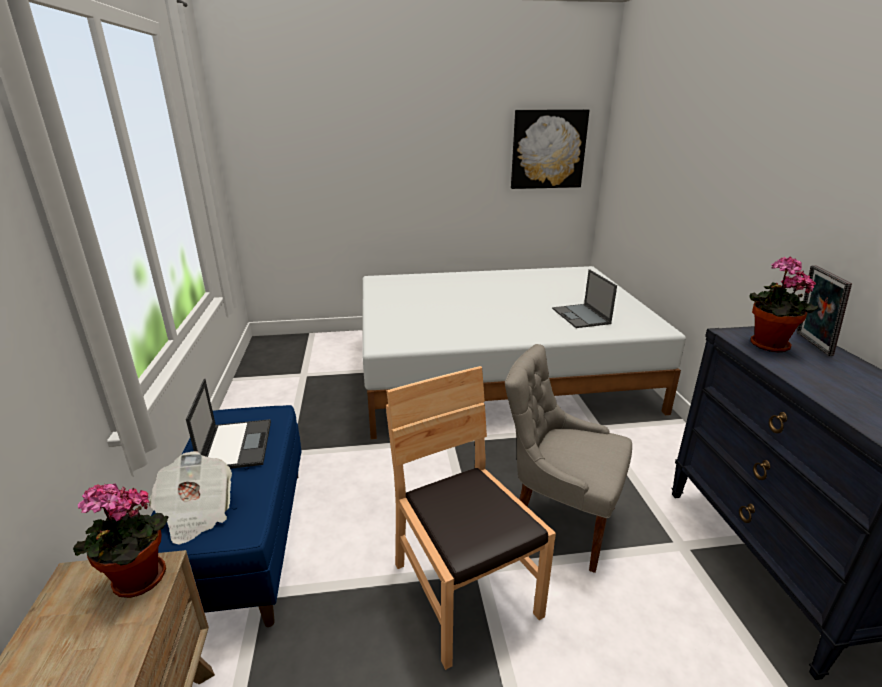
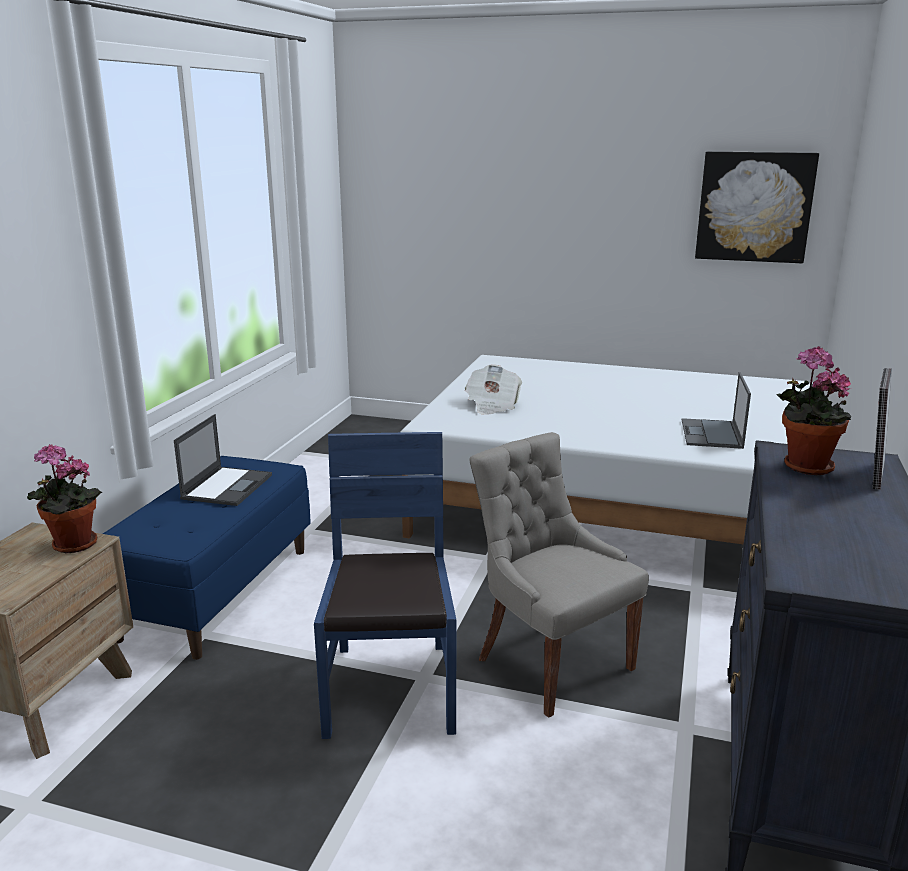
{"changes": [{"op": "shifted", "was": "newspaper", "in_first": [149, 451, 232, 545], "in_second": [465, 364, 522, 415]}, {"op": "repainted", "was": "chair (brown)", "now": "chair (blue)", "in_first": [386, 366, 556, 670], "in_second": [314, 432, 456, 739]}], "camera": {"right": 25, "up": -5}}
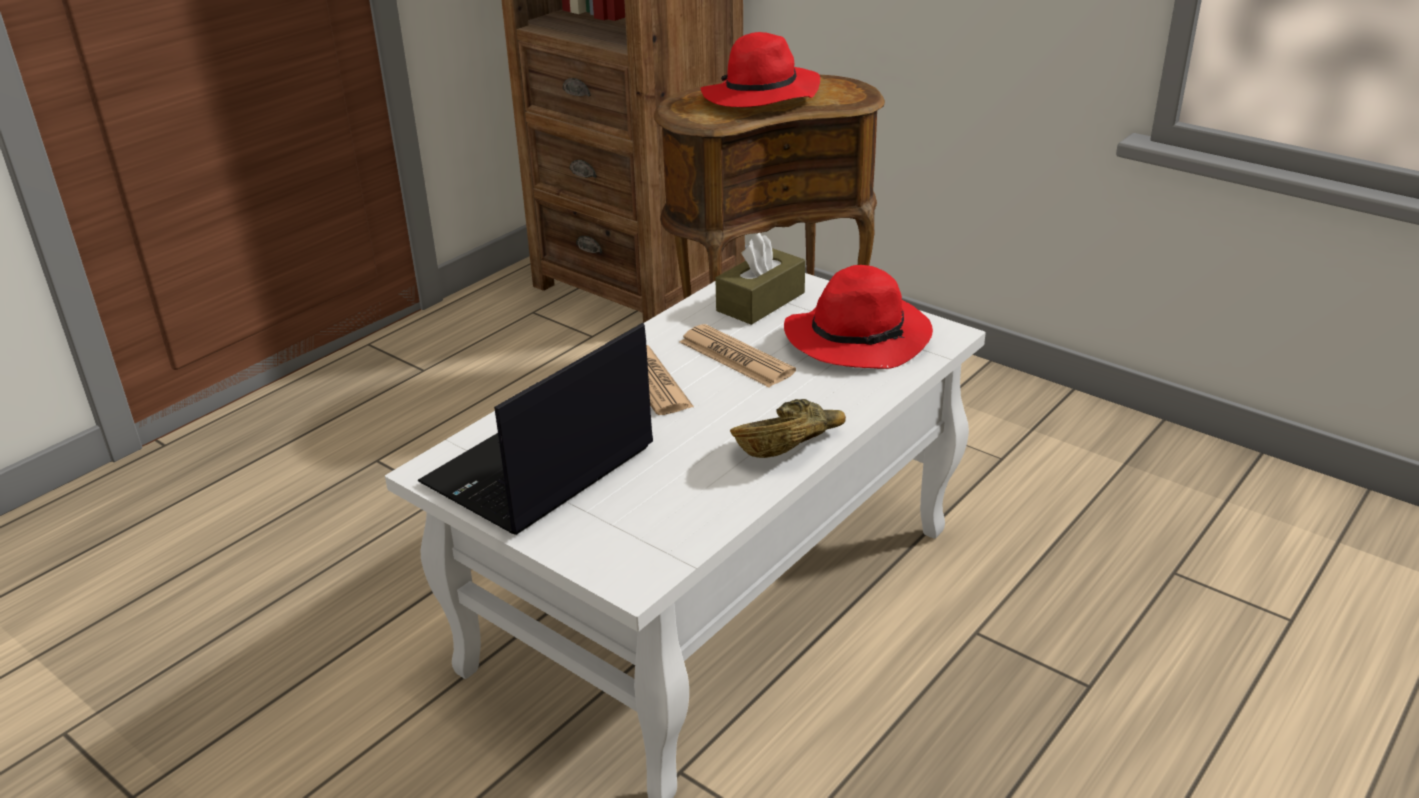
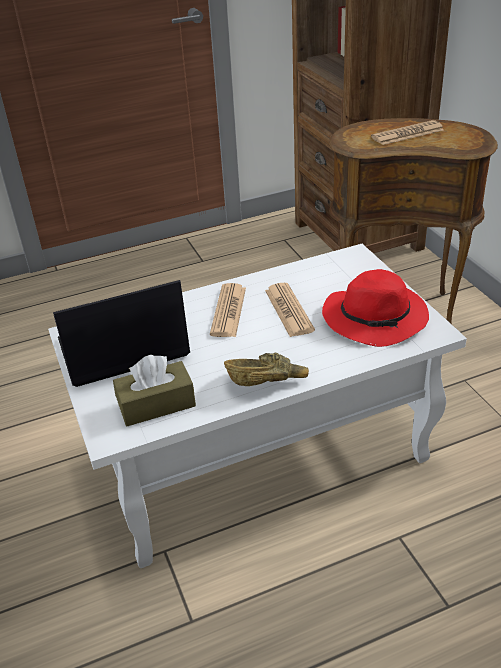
{"changes": [{"op": "shifted", "was": "tissue box (brown)", "in_first": [715, 232, 805, 325], "in_second": [113, 355, 196, 426]}, {"op": "swapped", "was": "hat (red)", "now": "newspaper", "in_first": [701, 32, 820, 107], "in_second": [371, 120, 444, 145]}], "camera": {"right": 30, "up": 5}}
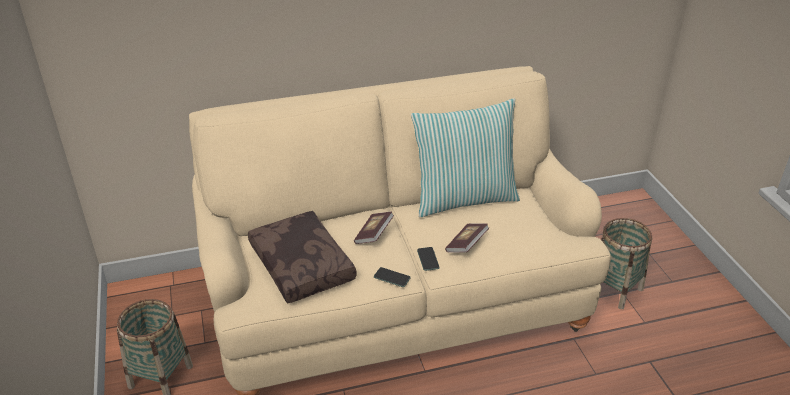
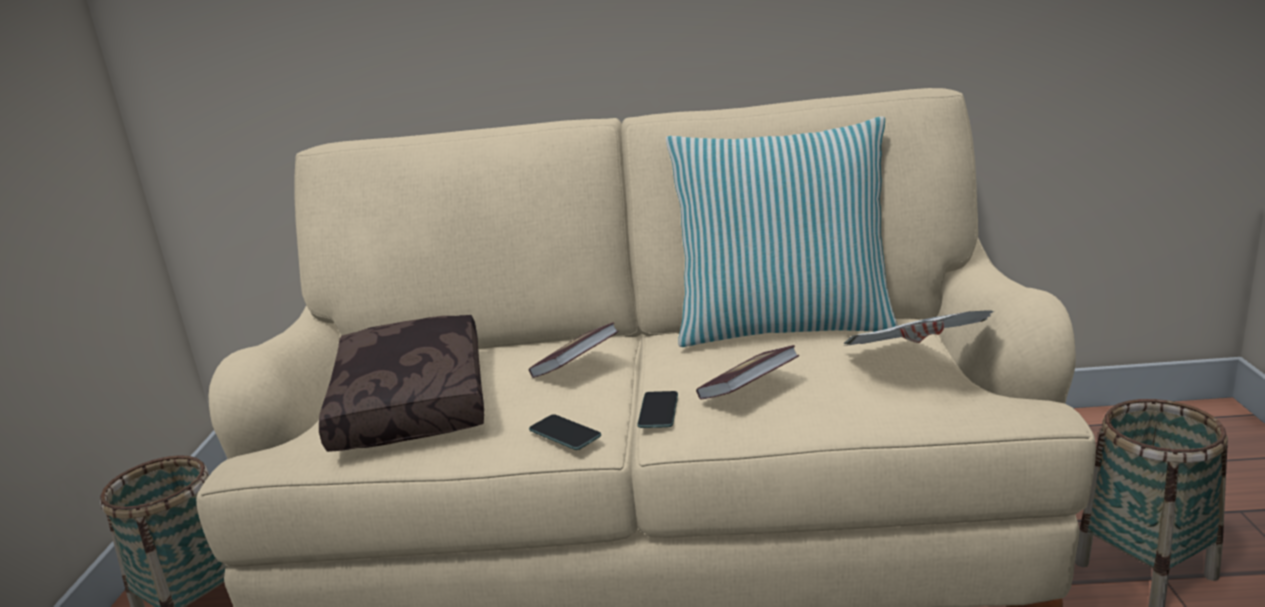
{"changes": [{"op": "new", "now": "newspaper", "in_second": [844, 311, 994, 345]}], "camera": {"right": 20, "up": -15}}
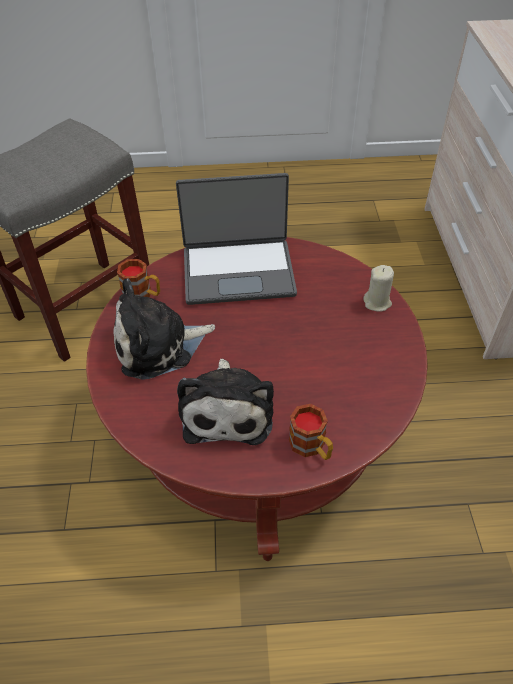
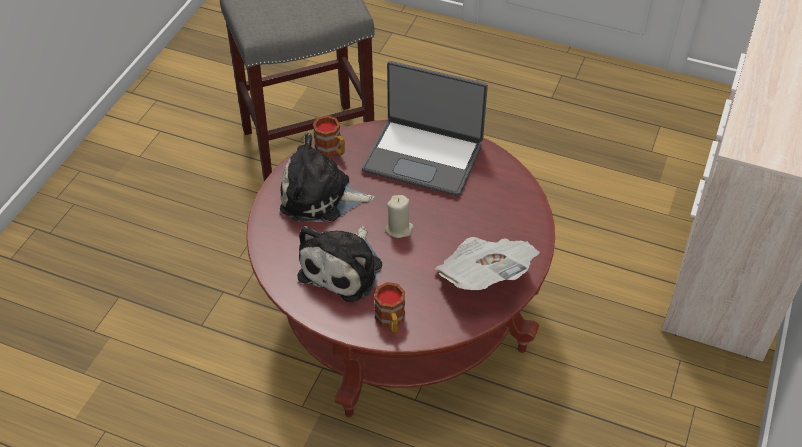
{"changes": [{"op": "new", "now": "newspaper", "in_second": [435, 237, 539, 290]}, {"op": "shifted", "was": "candle (beige)", "in_first": [363, 265, 394, 312], "in_second": [385, 195, 414, 238]}], "camera": {"right": 25, "up": 0}}
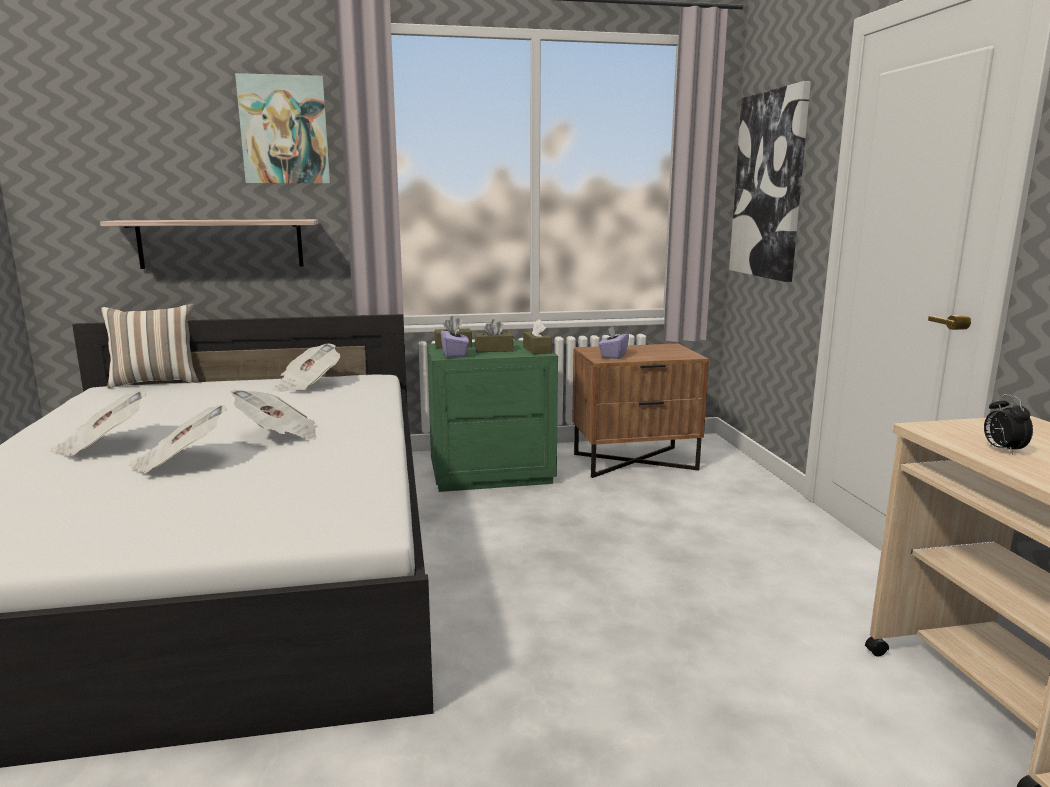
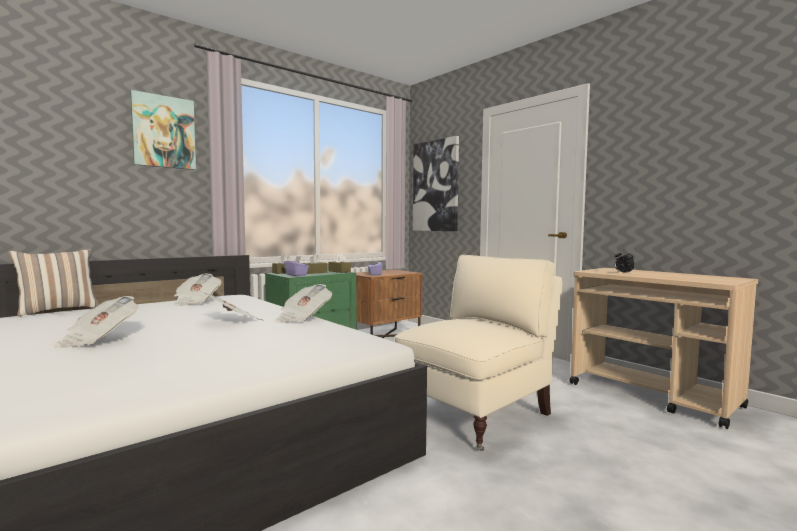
{"changes": [{"op": "gone", "was": "shelf", "in_first": [100, 219, 318, 269]}, {"op": "new", "now": "armchair (beige)", "in_second": [395, 255, 562, 451]}, {"op": "shifted", "was": "newspaper", "in_first": [129, 405, 227, 474], "in_second": [275, 284, 332, 323]}], "camera": {"right": -30, "up": -10}}
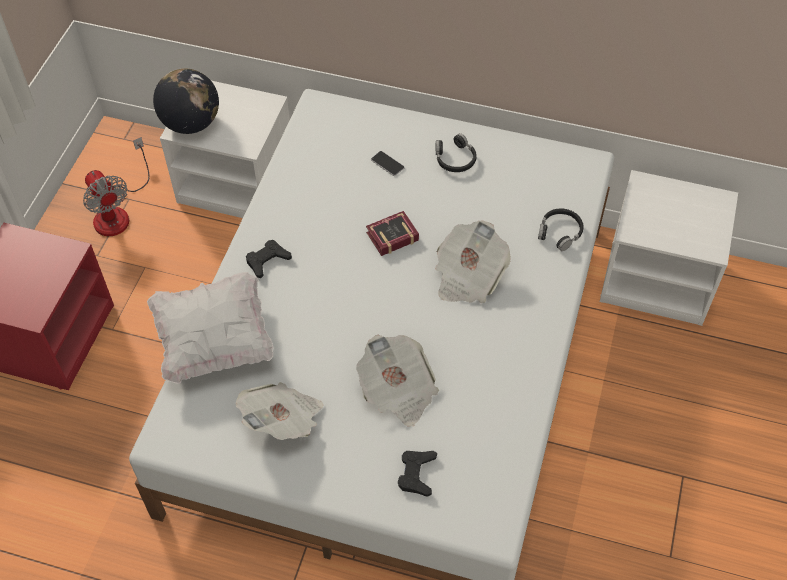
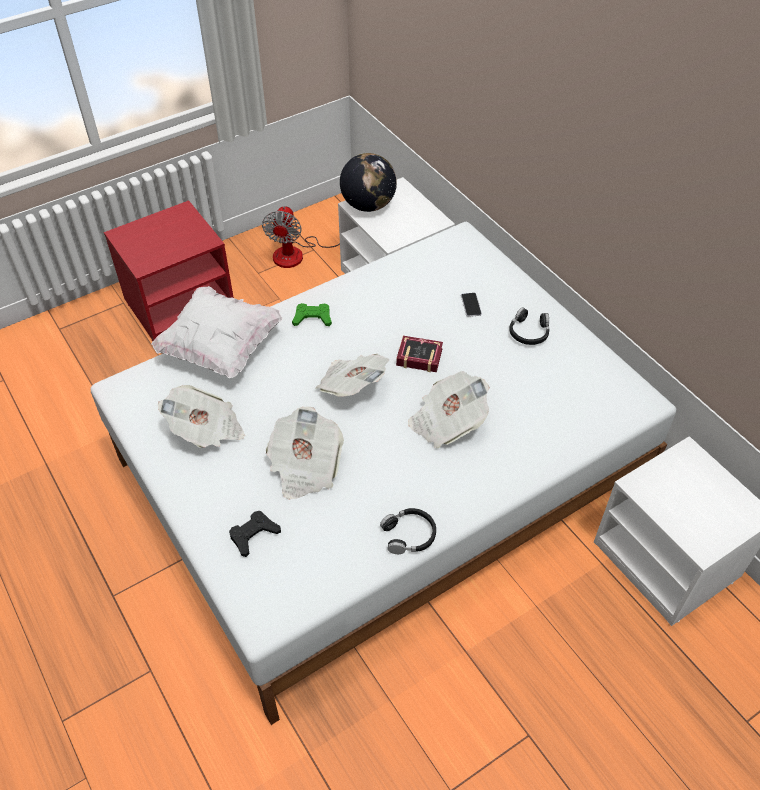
{"changes": [{"op": "new", "now": "newspaper", "in_second": [316, 354, 389, 397]}, {"op": "shifted", "was": "headphones (black)", "in_first": [538, 208, 584, 251], "in_second": [380, 508, 436, 554]}, {"op": "repainted", "was": "game controller (black)", "now": "game controller (green)", "in_first": [246, 240, 292, 278], "in_second": [292, 303, 332, 326]}], "camera": {"right": 40, "up": -5}}
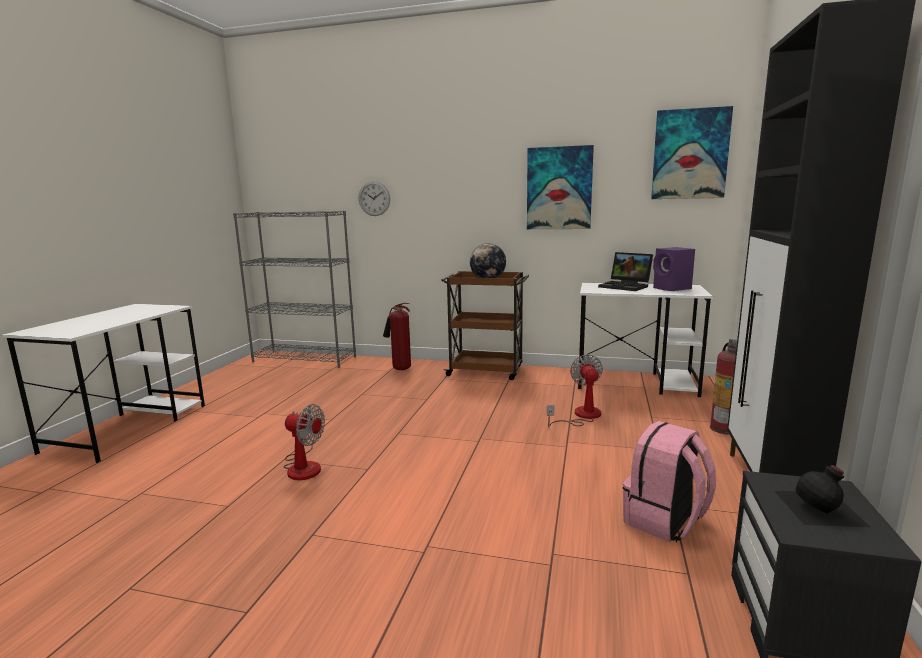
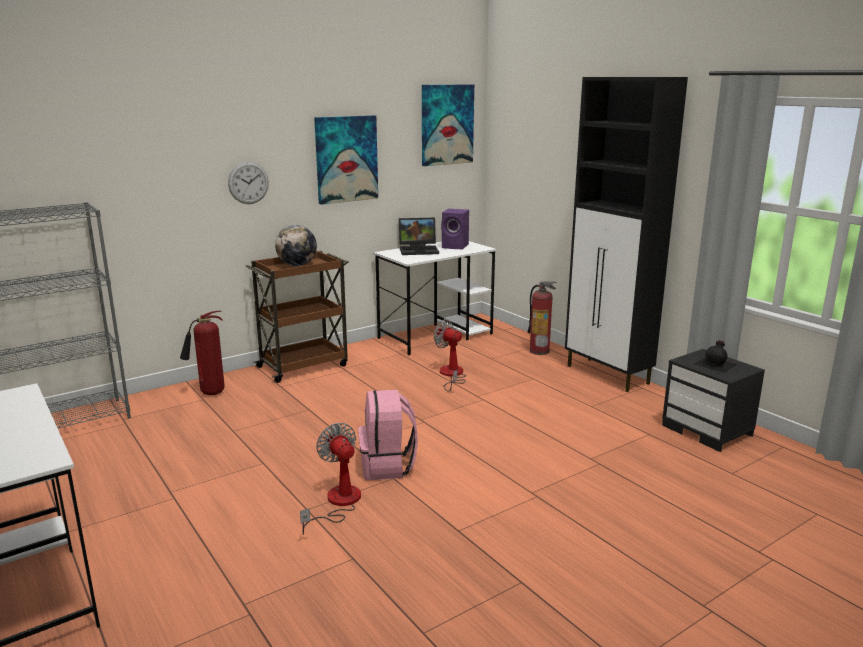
{"changes": [{"op": "shifted", "was": "wall clock", "in_first": [359, 181, 390, 216], "in_second": [228, 162, 269, 204]}, {"op": "shifted", "was": "backpack (pink)", "in_first": [623, 421, 716, 543], "in_second": [358, 389, 418, 480]}, {"op": "rotated", "was": "fan", "in_first": [284, 404, 325, 480], "in_second": [300, 423, 361, 535], "clockwise": -90}], "camera": {"right": -50, "up": 5}}
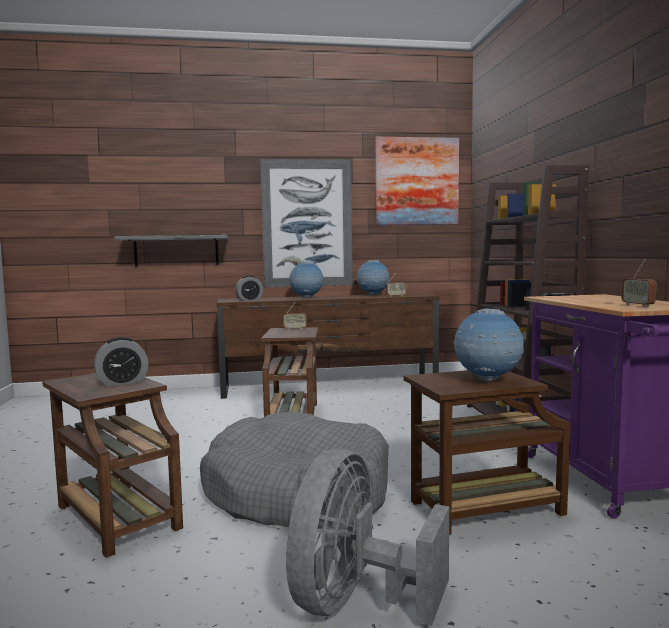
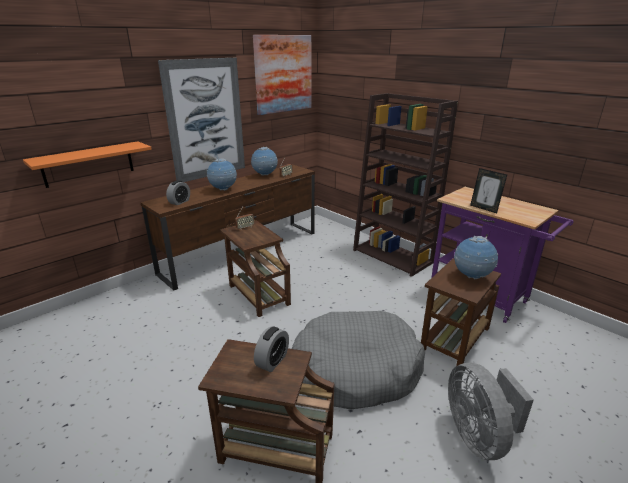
{"changes": [{"op": "gone", "was": "radio", "in_first": [622, 259, 656, 307]}, {"op": "new", "now": "picture frame", "in_second": [470, 168, 507, 213]}, {"op": "repainted", "was": "shelf (grey)", "now": "shelf (orange)", "in_first": [114, 235, 229, 266], "in_second": [23, 141, 152, 188]}], "camera": {"right": -35, "up": 20}}
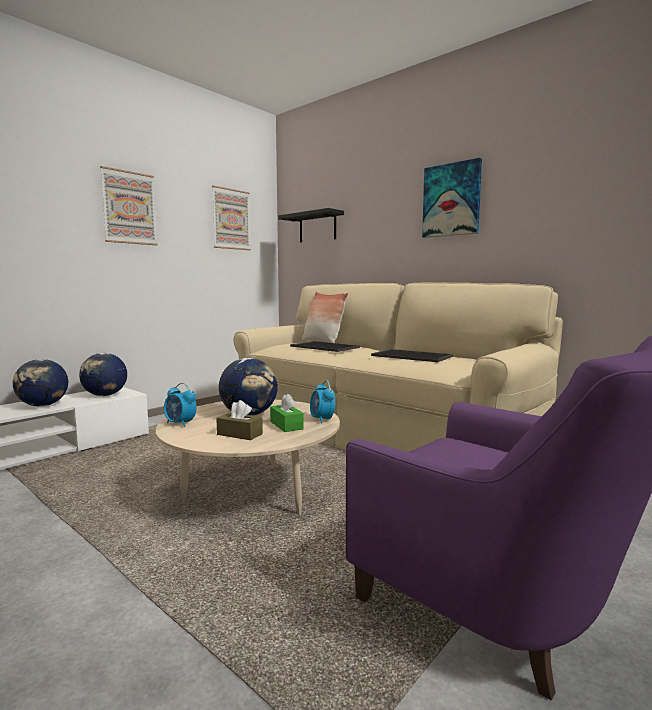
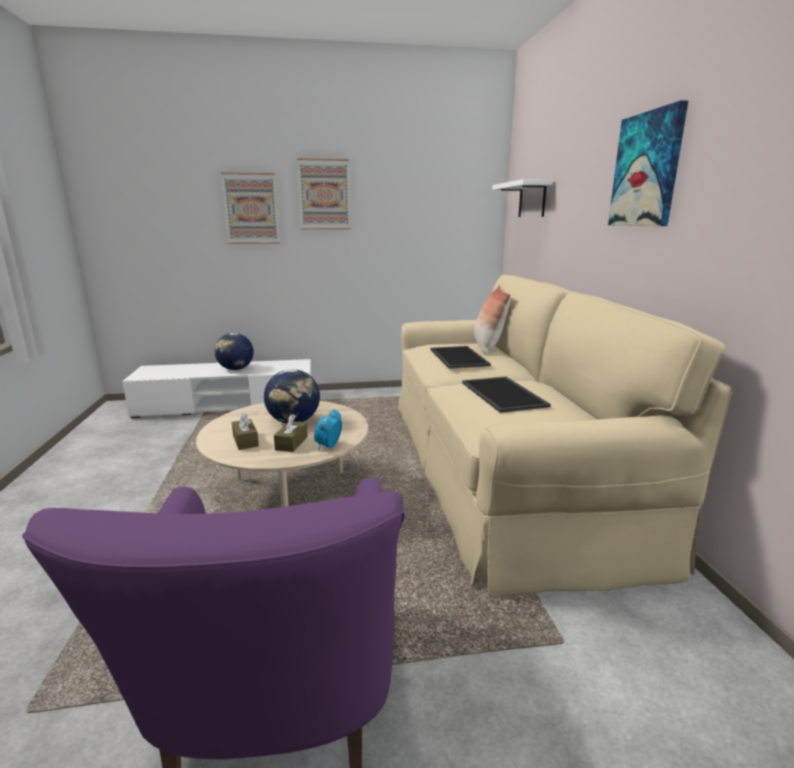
{"changes": [{"op": "gone", "was": "globe", "in_first": [79, 353, 127, 396]}, {"op": "gone", "was": "alarm clock", "in_first": [164, 383, 197, 427]}, {"op": "shifted", "was": "picture", "in_first": [212, 186, 251, 250], "in_second": [221, 172, 280, 244]}, {"op": "repainted", "was": "tissue box (green)", "now": "tissue box (brown)", "in_first": [270, 393, 304, 432], "in_second": [274, 414, 308, 452]}, {"op": "repainted", "was": "shelf (black)", "now": "shelf (white)", "in_first": [278, 208, 344, 242], "in_second": [492, 179, 553, 217]}], "camera": {"right": 40, "up": 10}}
